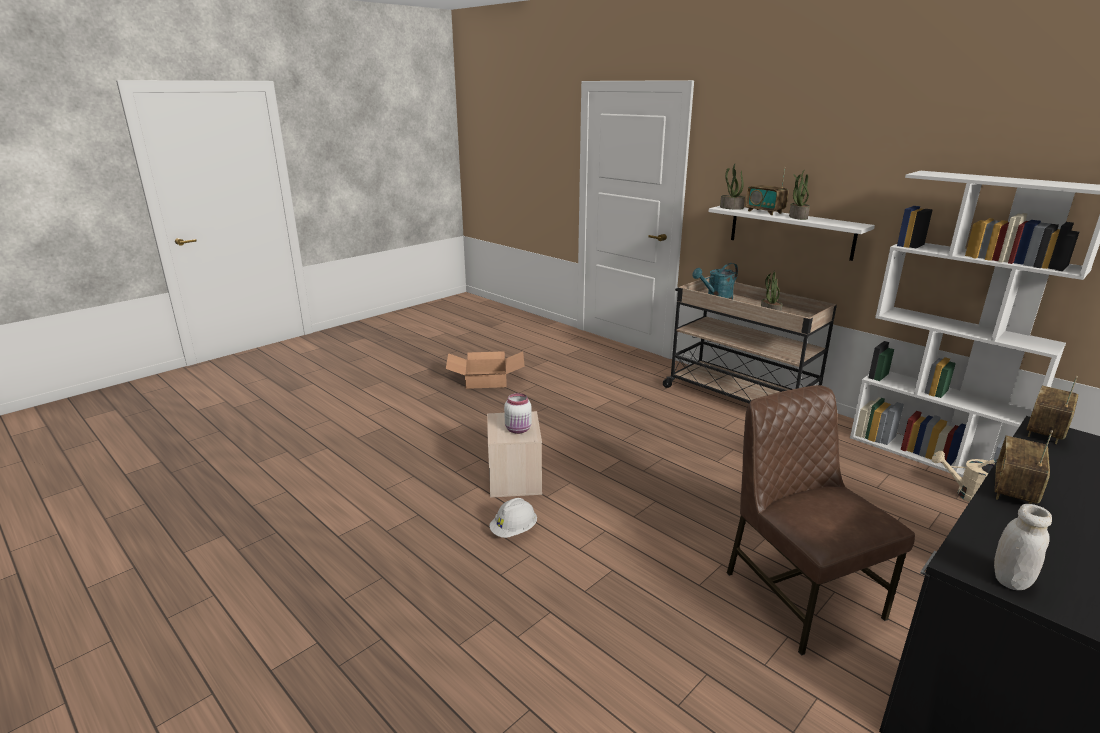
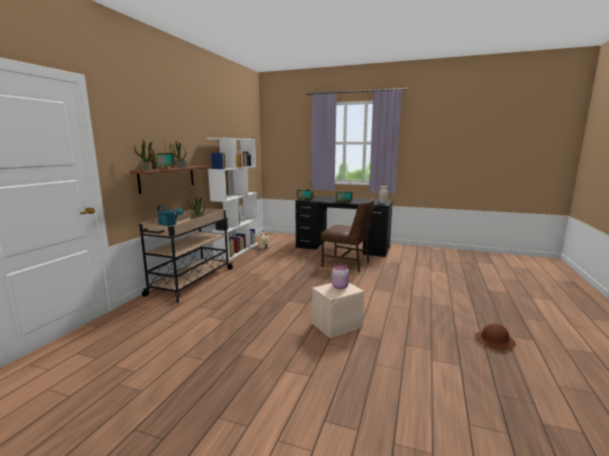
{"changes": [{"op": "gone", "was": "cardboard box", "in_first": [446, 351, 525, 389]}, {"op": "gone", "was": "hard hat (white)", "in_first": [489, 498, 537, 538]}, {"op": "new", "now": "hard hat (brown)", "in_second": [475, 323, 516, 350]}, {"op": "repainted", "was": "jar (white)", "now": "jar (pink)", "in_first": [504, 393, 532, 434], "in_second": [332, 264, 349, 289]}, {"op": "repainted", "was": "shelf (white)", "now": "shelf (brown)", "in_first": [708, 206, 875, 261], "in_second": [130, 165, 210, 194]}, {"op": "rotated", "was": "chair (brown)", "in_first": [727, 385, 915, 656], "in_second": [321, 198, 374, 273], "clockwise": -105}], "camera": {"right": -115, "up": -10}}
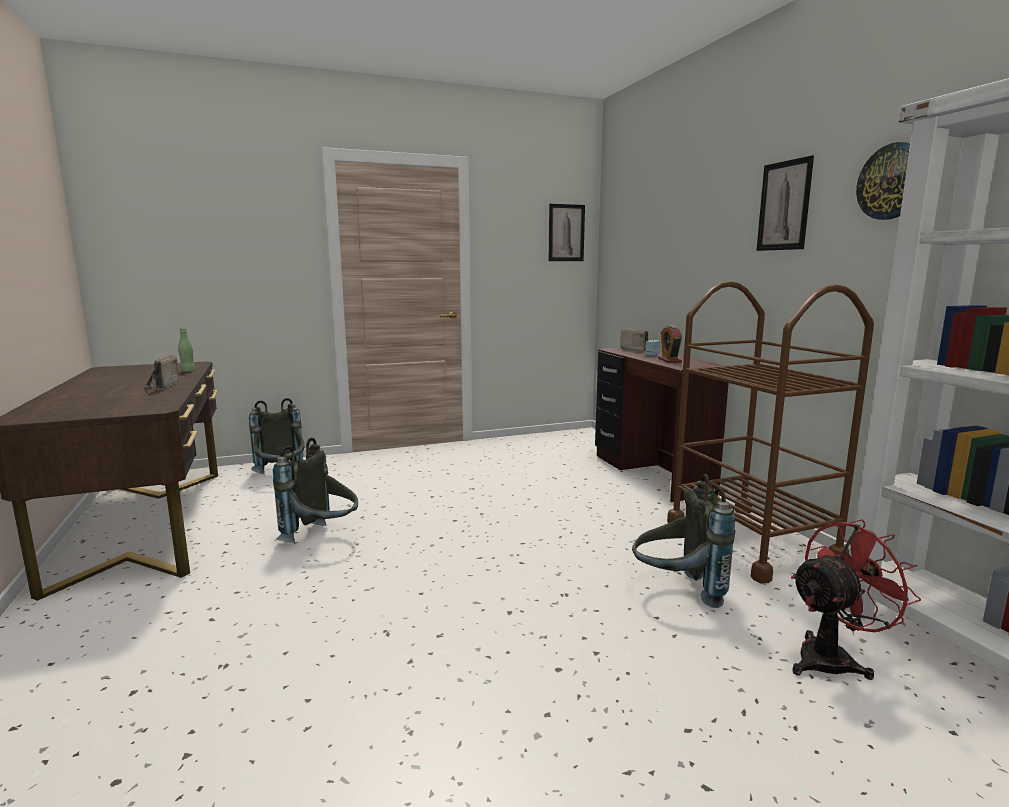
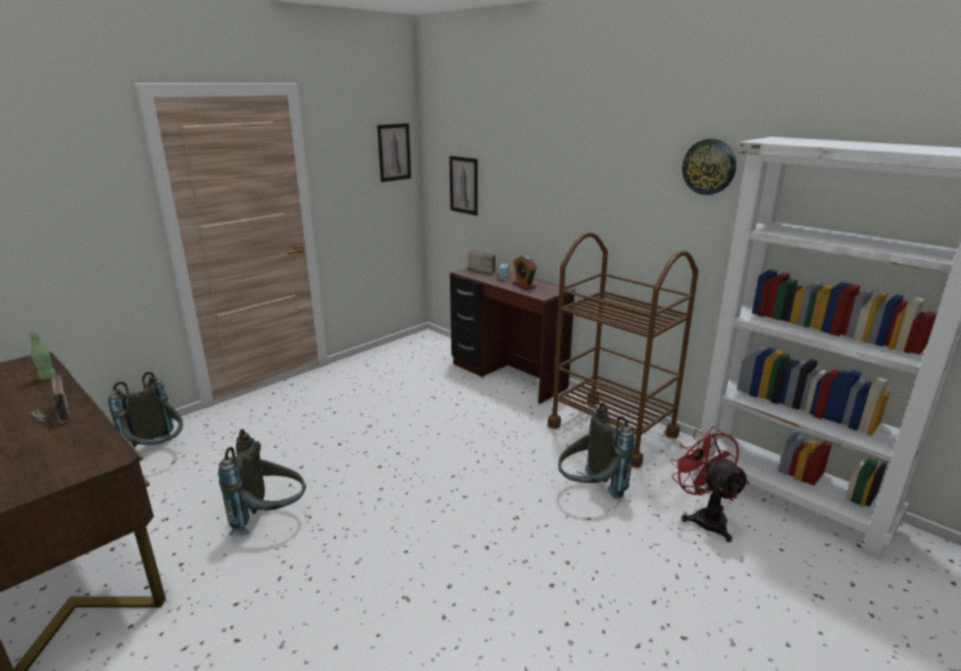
{"changes": [{"op": "shifted", "was": "picture", "in_first": [756, 155, 814, 251], "in_second": [449, 156, 478, 216]}, {"op": "rotated", "was": "fan (red)", "in_first": [791, 519, 921, 680], "in_second": [670, 426, 749, 542], "clockwise": -60}], "camera": {"right": -25, "up": 10}}
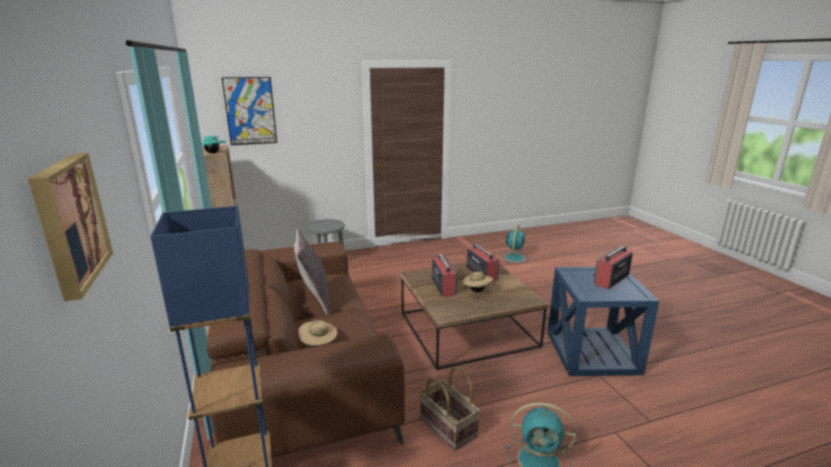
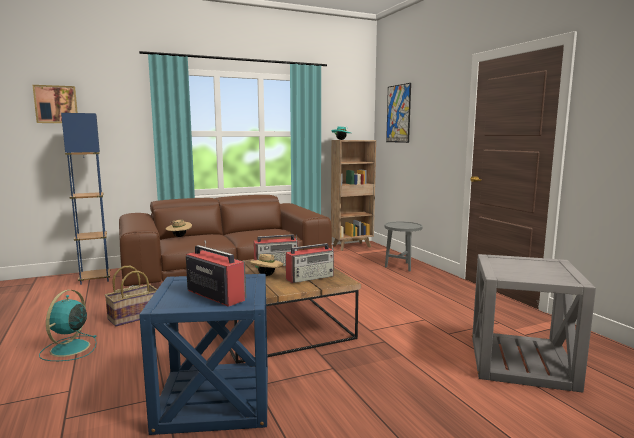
{"changes": [{"op": "gone", "was": "pillow (grey)", "in_first": [294, 229, 330, 315]}, {"op": "swapped", "was": "fan (turquoise)", "now": "side table (grey)", "in_first": [500, 224, 530, 264], "in_second": [472, 254, 596, 393]}], "camera": {"right": 85, "up": -10}}
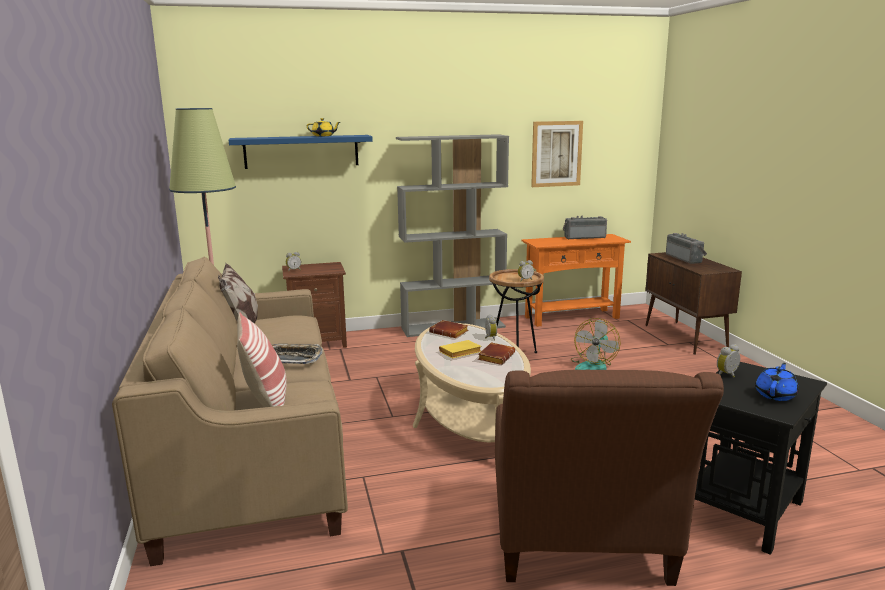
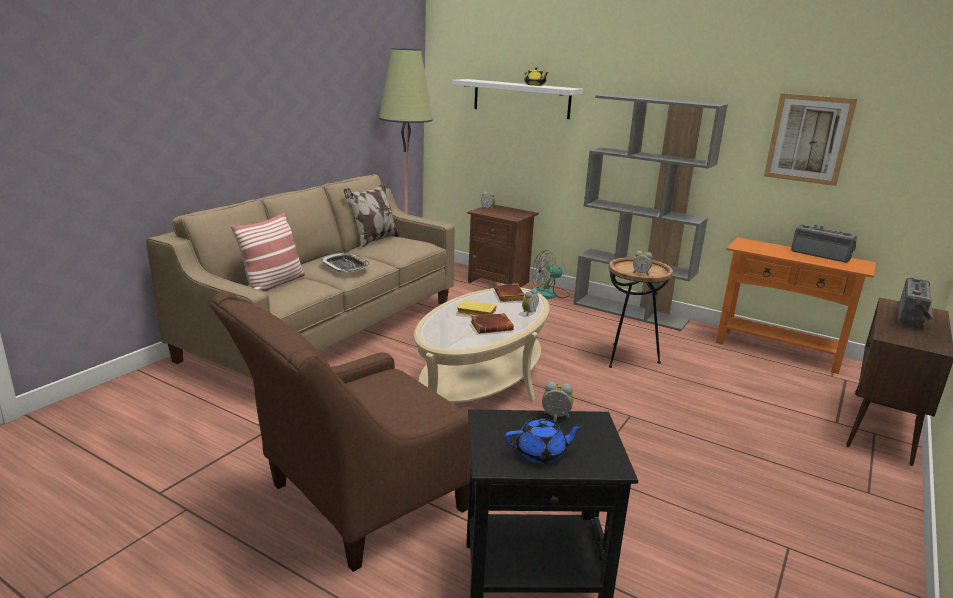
{"changes": [{"op": "shifted", "was": "fan", "in_first": [571, 318, 621, 370], "in_second": [530, 250, 570, 299]}, {"op": "repainted", "was": "shelf (blue)", "now": "shelf (white)", "in_first": [229, 135, 373, 169], "in_second": [452, 79, 583, 119]}], "camera": {"right": 45, "up": 5}}
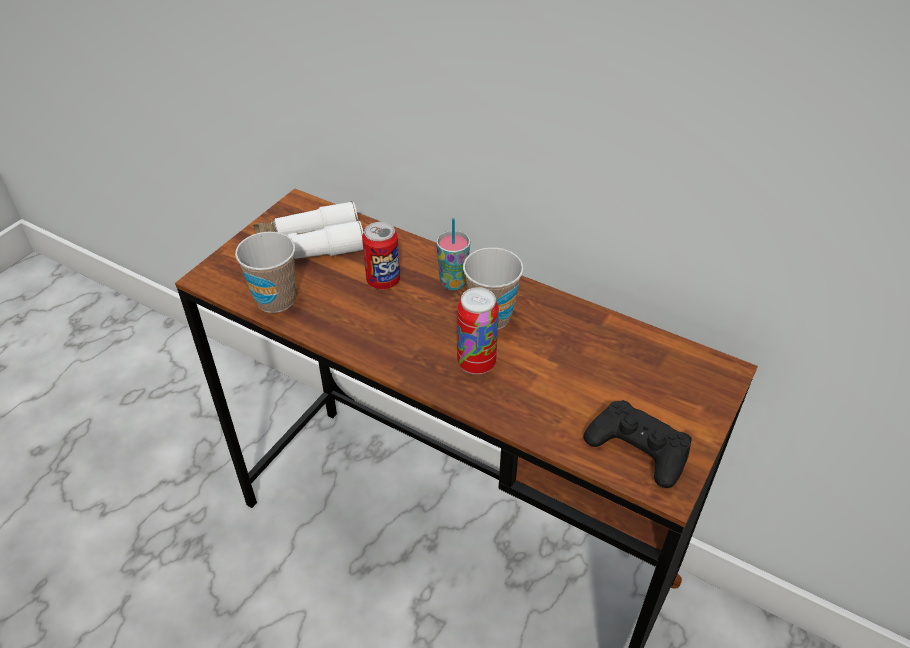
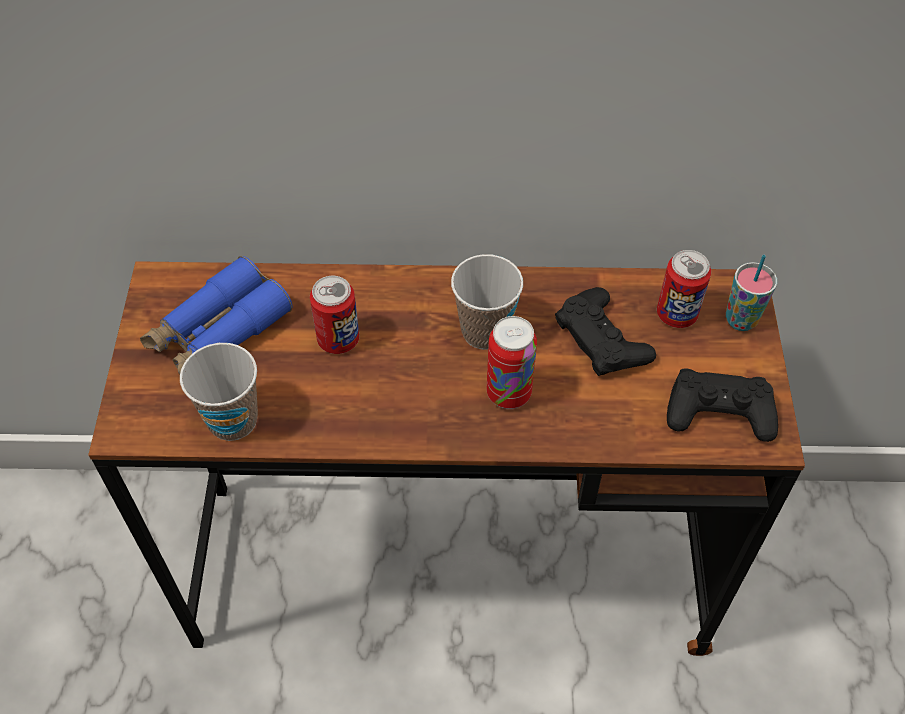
{"changes": [{"op": "new", "now": "game controller (black)", "in_second": [555, 287, 656, 376]}, {"op": "new", "now": "can", "in_second": [657, 250, 711, 328]}, {"op": "shifted", "was": "cup", "in_first": [436, 218, 470, 290], "in_second": [726, 255, 777, 331]}, {"op": "repainted", "was": "binoculars (white)", "now": "binoculars (blue)", "in_first": [253, 201, 364, 259], "in_second": [140, 256, 293, 374]}], "camera": {"right": -30, "up": 10}}
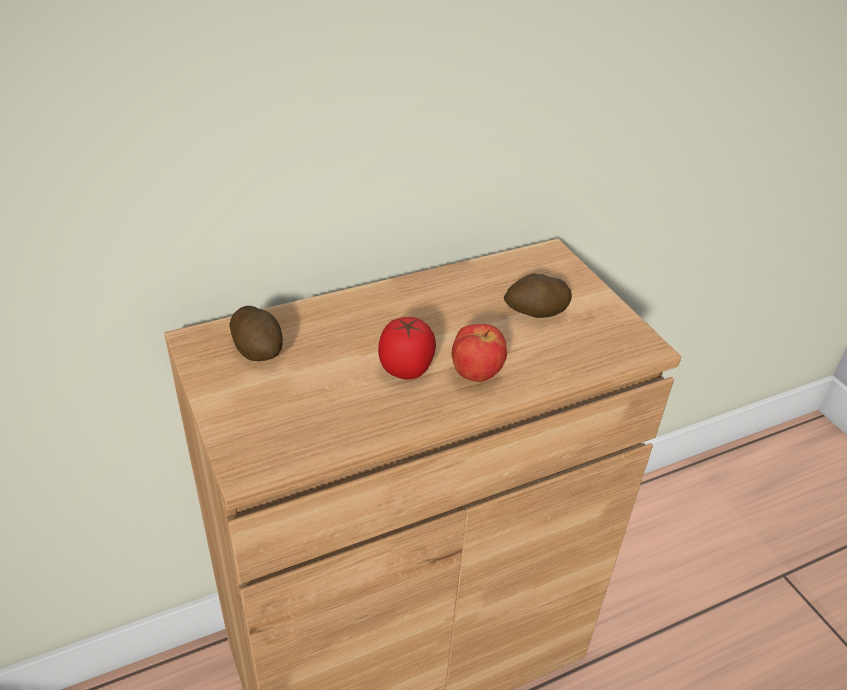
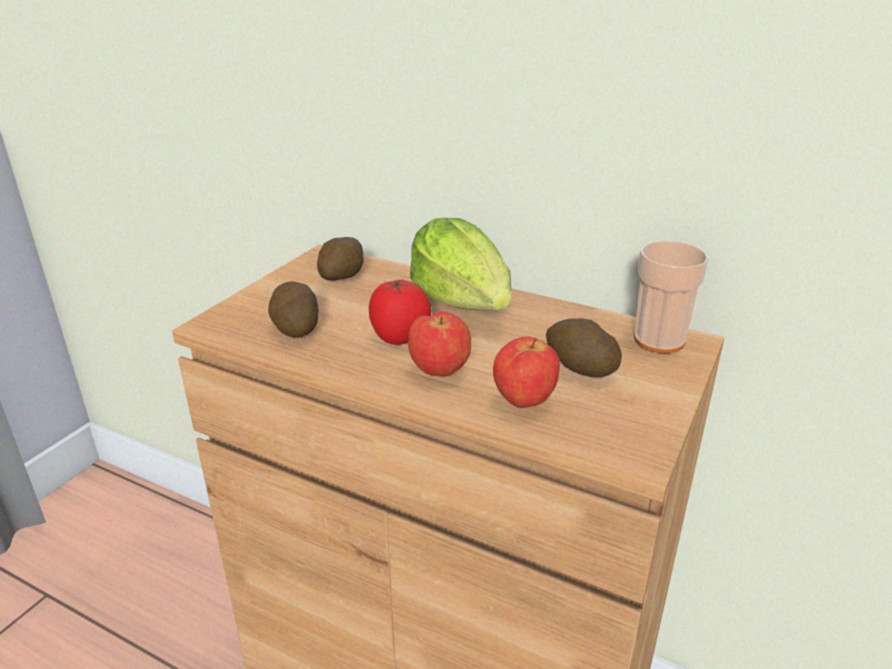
{"changes": [{"op": "new", "now": "potato", "in_second": [268, 281, 319, 338]}, {"op": "new", "now": "lettuce", "in_second": [410, 218, 512, 311]}, {"op": "new", "now": "apple", "in_second": [493, 336, 560, 408]}, {"op": "new", "now": "cup", "in_second": [634, 241, 709, 353]}], "camera": {"right": 55, "up": -10}}
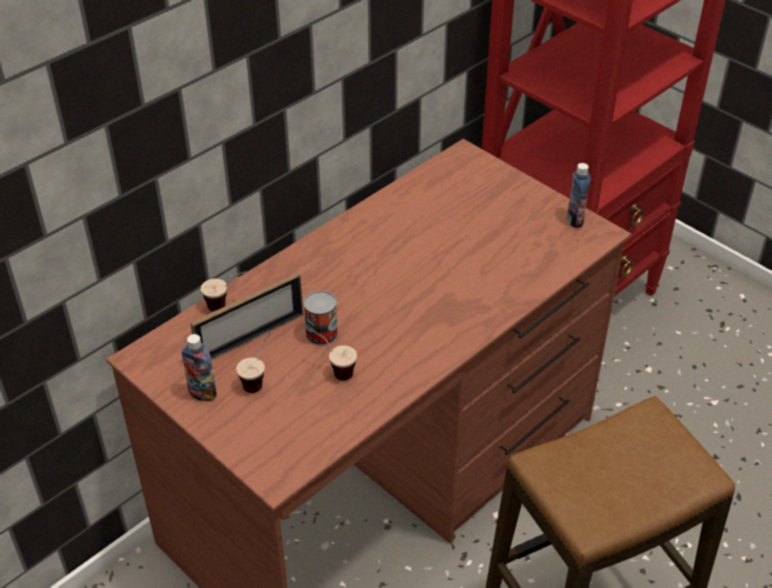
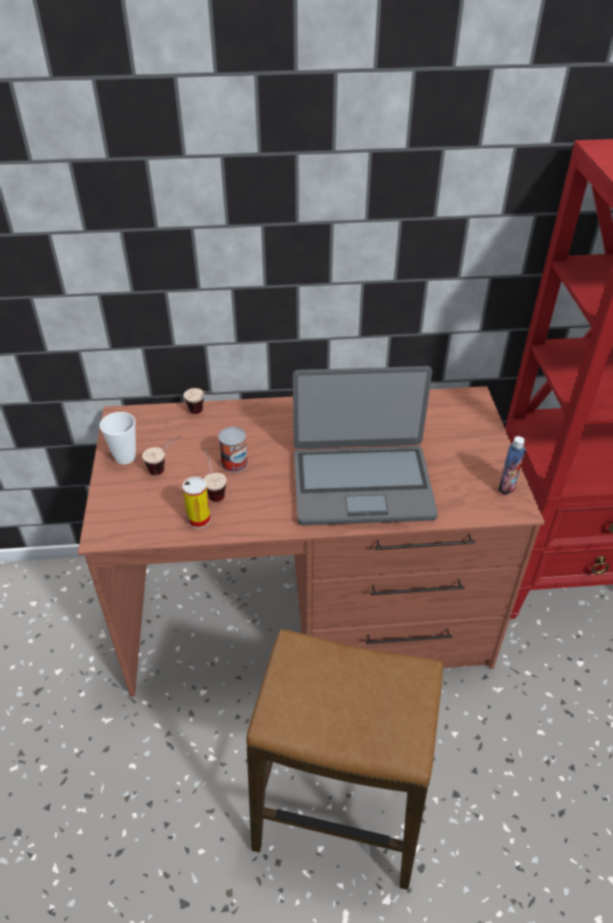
{"changes": [{"op": "gone", "was": "picture frame", "in_first": [190, 272, 303, 360]}, {"op": "new", "now": "can", "in_second": [182, 477, 211, 529]}, {"op": "new", "now": "laptop", "in_second": [293, 366, 438, 525]}, {"op": "swapped", "was": "bottle", "now": "cup", "in_first": [182, 334, 217, 401], "in_second": [100, 412, 136, 464]}], "camera": {"right": 40, "up": 0}}
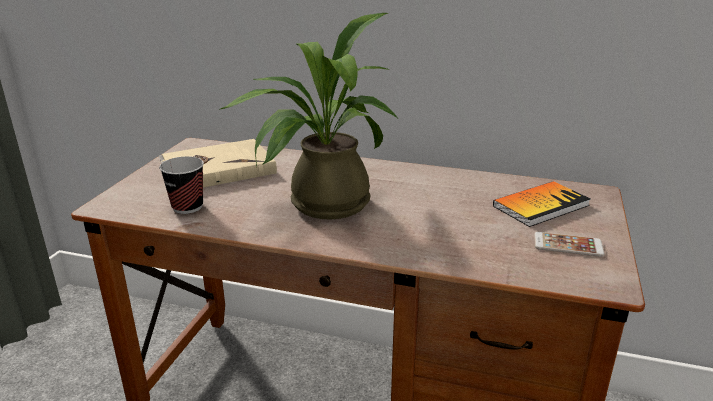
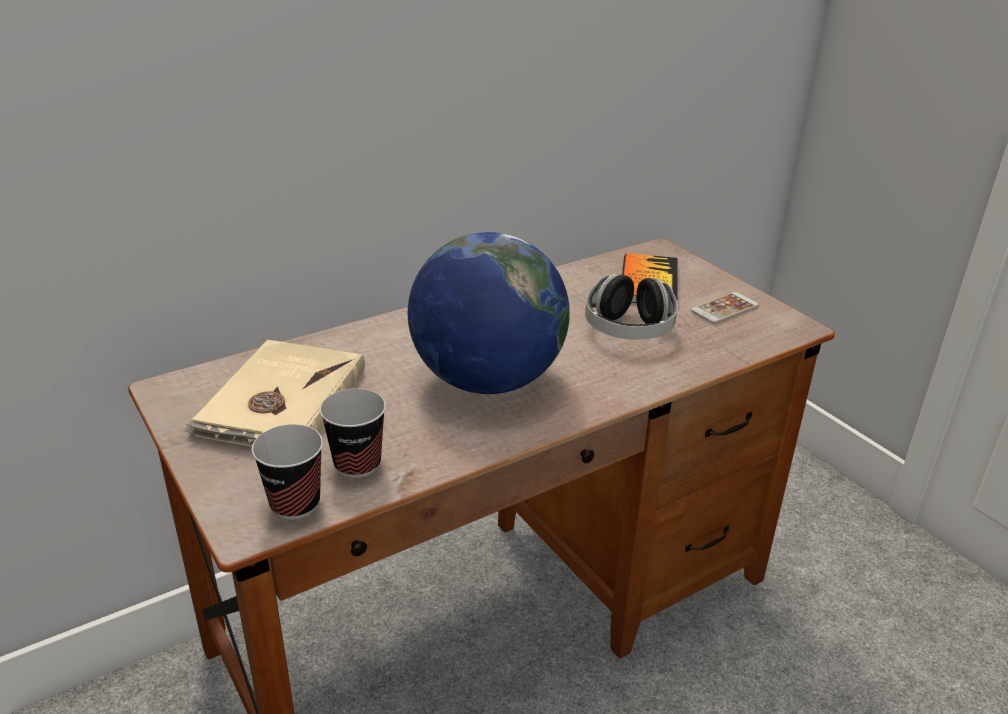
{"changes": [{"op": "new", "now": "cup", "in_second": [251, 424, 323, 520]}, {"op": "new", "now": "headphones", "in_second": [585, 273, 678, 340]}, {"op": "swapped", "was": "potted plant", "now": "globe", "in_first": [219, 13, 398, 220], "in_second": [408, 232, 570, 394]}], "camera": {"right": -50, "up": 5}}
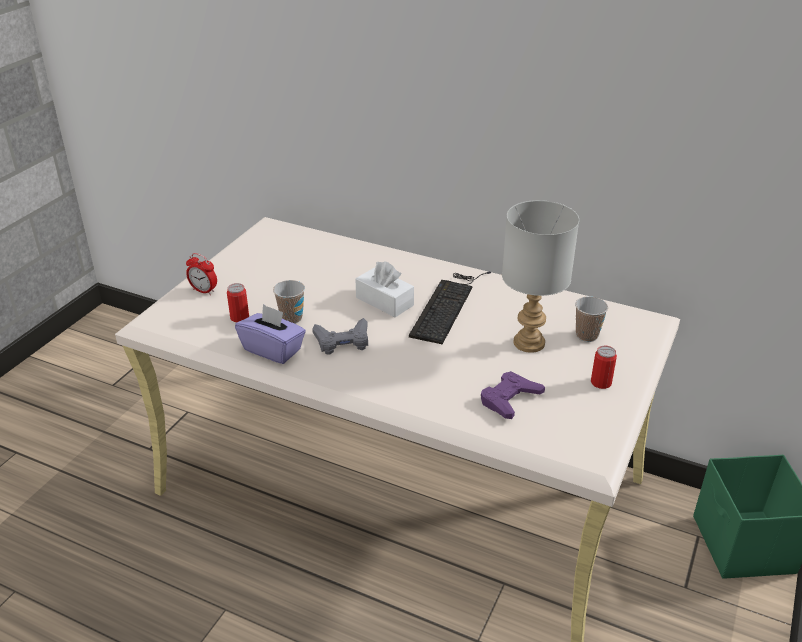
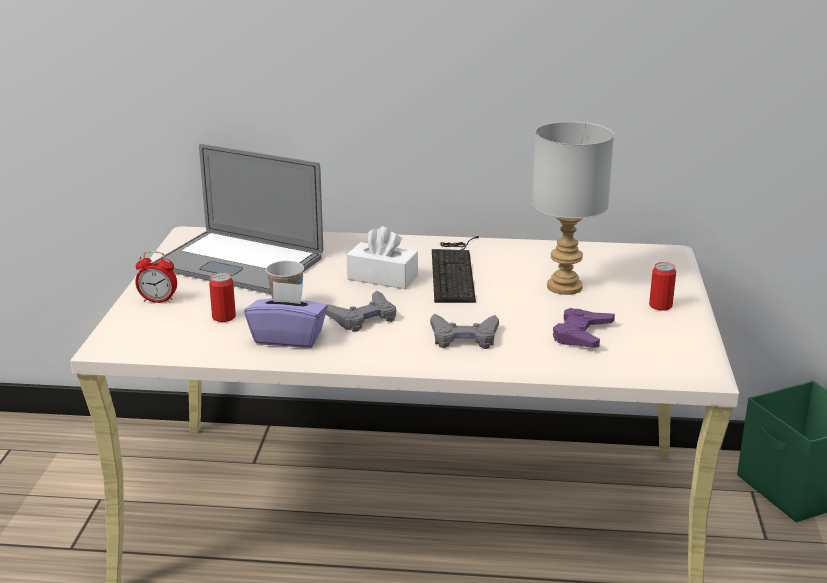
{"changes": [{"op": "gone", "was": "cup", "in_first": [575, 296, 608, 342]}, {"op": "new", "now": "laptop", "in_second": [154, 144, 323, 294]}, {"op": "new", "now": "game controller (grey)", "in_second": [430, 314, 499, 349]}], "camera": {"right": -20, "up": -10}}
